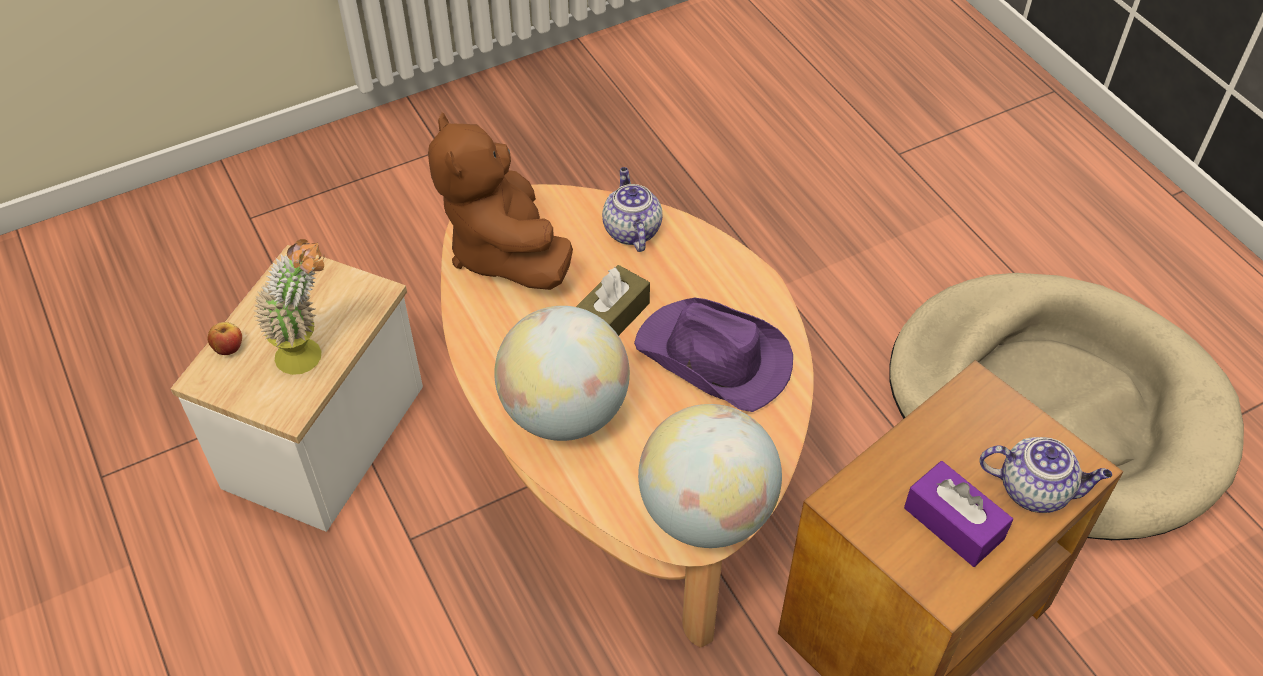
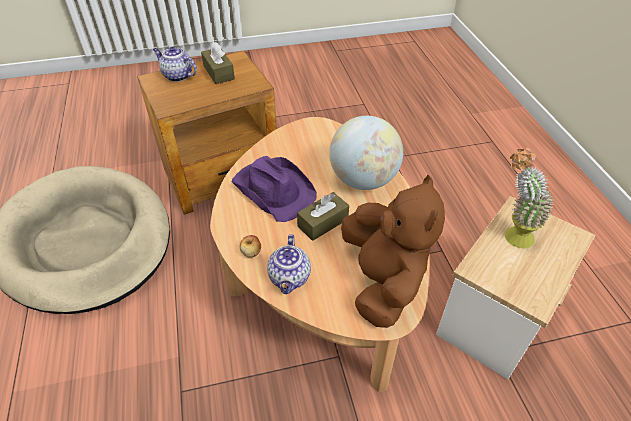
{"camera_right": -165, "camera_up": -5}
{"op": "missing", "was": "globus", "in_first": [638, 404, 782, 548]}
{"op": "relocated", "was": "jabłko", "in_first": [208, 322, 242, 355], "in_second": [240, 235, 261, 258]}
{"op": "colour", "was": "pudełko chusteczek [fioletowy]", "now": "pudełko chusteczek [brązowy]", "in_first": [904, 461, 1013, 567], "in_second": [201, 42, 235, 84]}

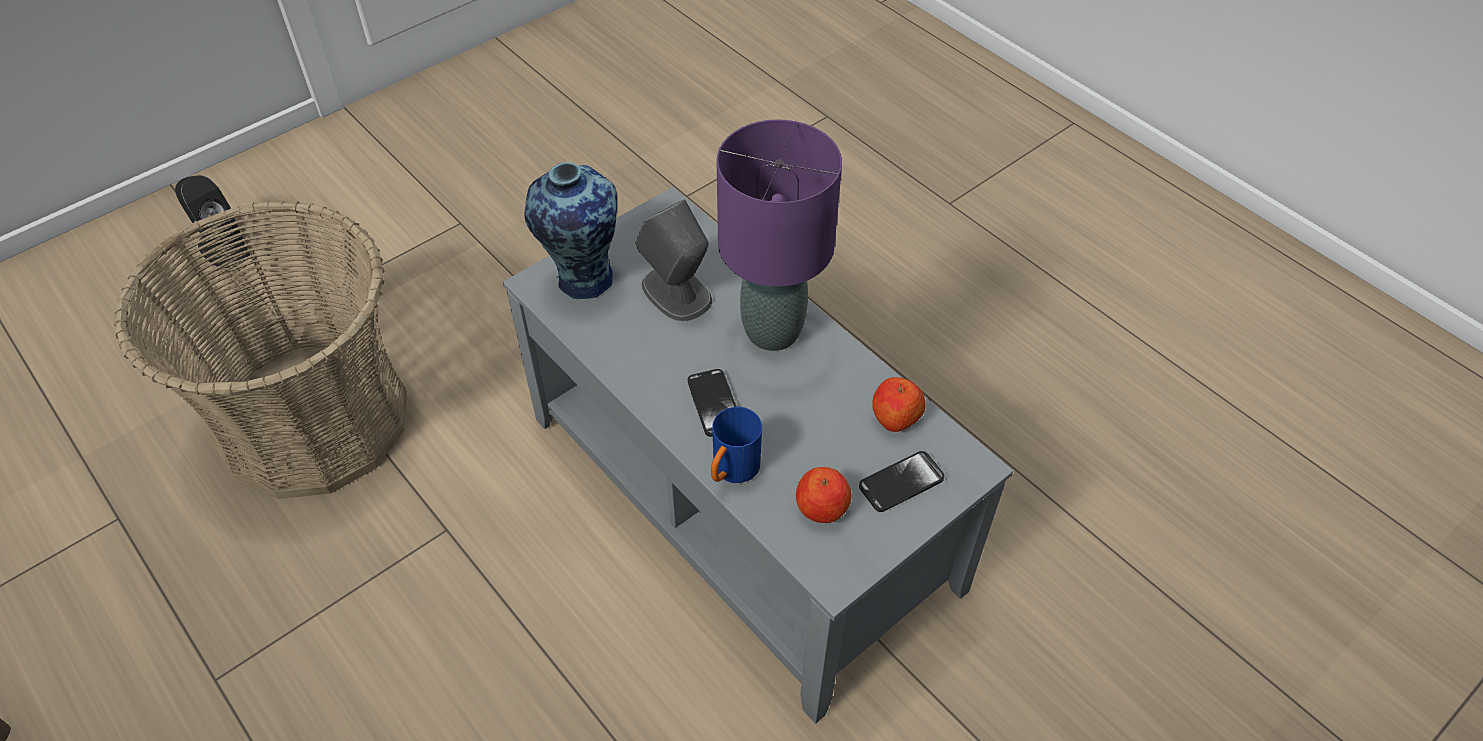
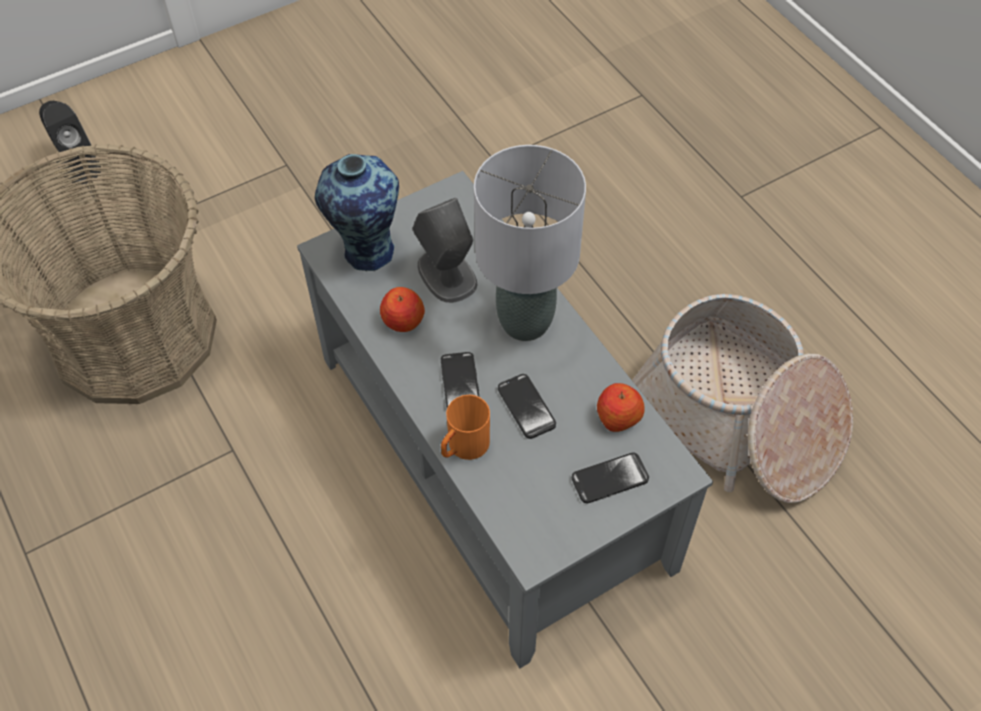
{"camera_right": 10, "camera_up": 5}
{"op": "appeared", "now": "telefon", "in_second": [498, 374, 556, 439]}
{"op": "appeared", "now": "koszyk", "in_second": [633, 294, 853, 503]}
{"op": "relocated", "was": "jabłko", "in_first": [796, 467, 852, 523], "in_second": [380, 287, 425, 332]}
{"op": "colour", "was": "kubek [niebieski]", "now": "kubek [pomarańczowy]", "in_first": [711, 407, 762, 483], "in_second": [441, 395, 490, 460]}
{"op": "colour", "was": "lampa stołowa [fioletowy]", "now": "lampa stołowa [szary]", "in_first": [717, 119, 842, 351], "in_second": [474, 145, 586, 341]}

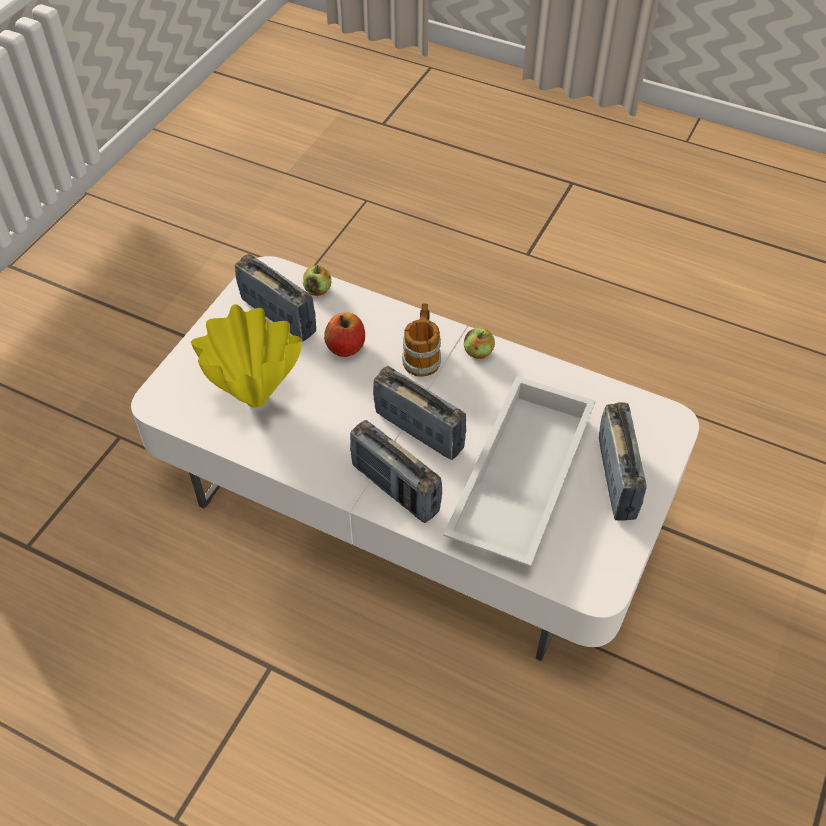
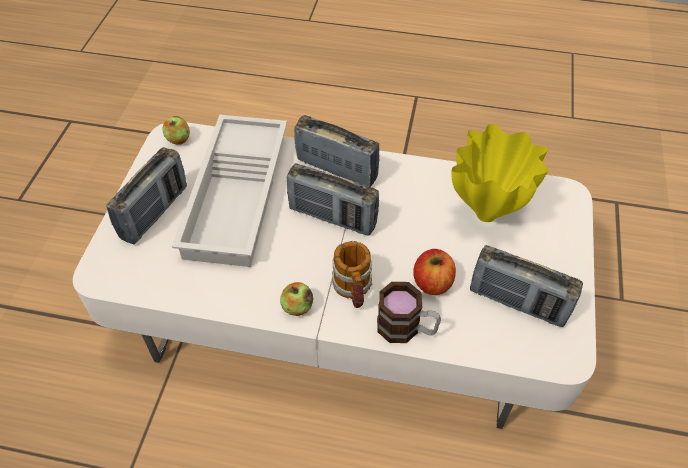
{"camera_right": 165, "camera_up": 0}
{"op": "appeared", "now": "kubek", "in_second": [377, 282, 441, 343]}
{"op": "relocated", "was": "jabłko", "in_first": [303, 265, 331, 296], "in_second": [163, 116, 190, 145]}
{"op": "spun", "was": "radio", "in_first": [599, 402, 647, 521], "in_second": [106, 147, 187, 245], "clockwise": -135}

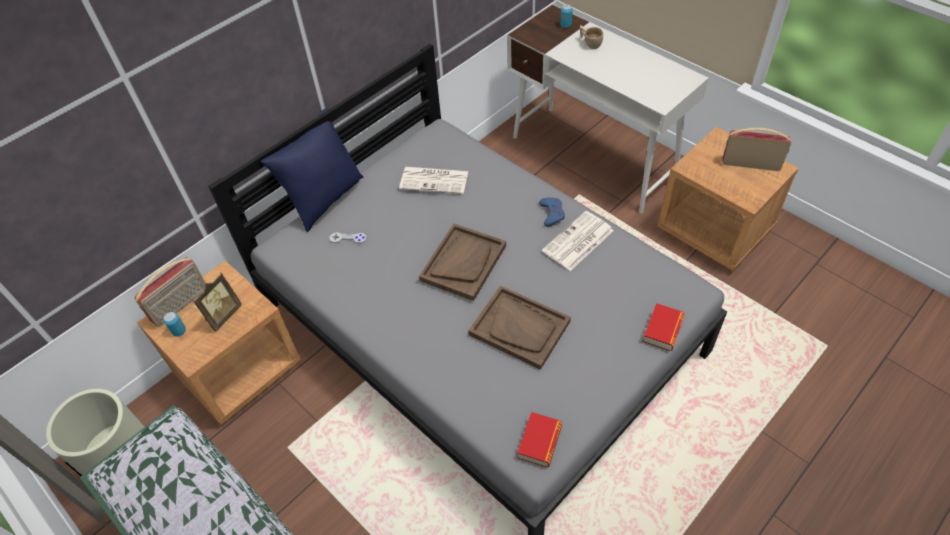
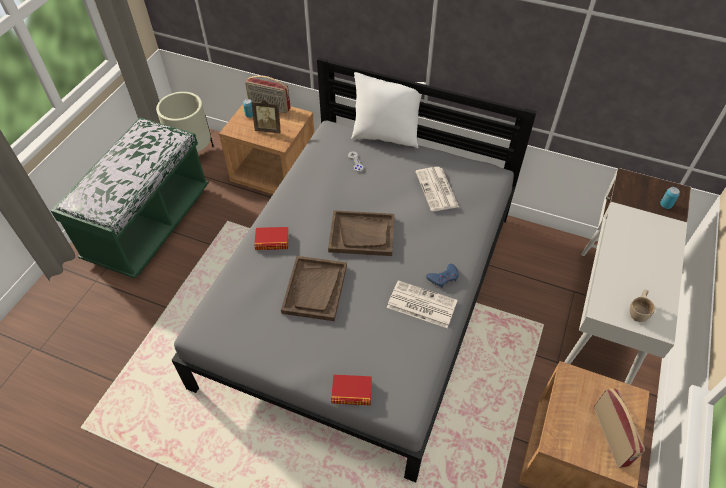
{"camera_right": 65, "camera_up": 0}
{"op": "relocated", "was": "książka", "in_first": [518, 412, 562, 467], "in_second": [254, 227, 289, 250]}
{"op": "relocated", "was": "filiżanka [beżowy]", "in_first": [580, 25, 603, 49], "in_second": [630, 290, 655, 322]}
{"op": "colour", "was": "poduszka [niebieski]", "now": "poduszka [biały]", "in_first": [261, 108, 364, 232], "in_second": [351, 72, 426, 149]}

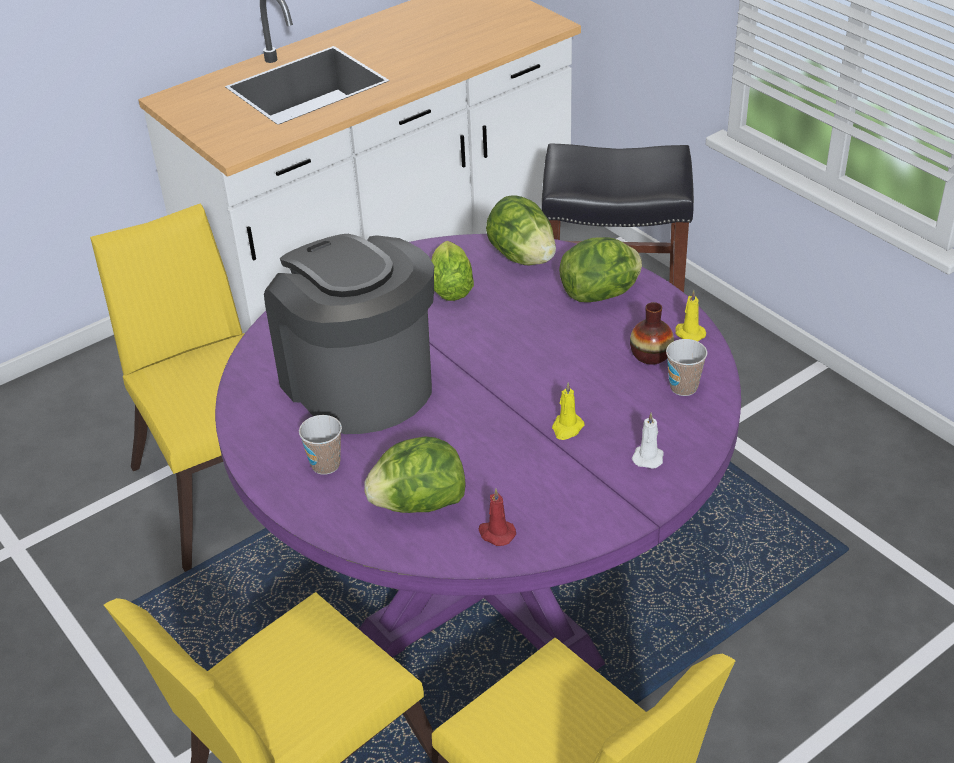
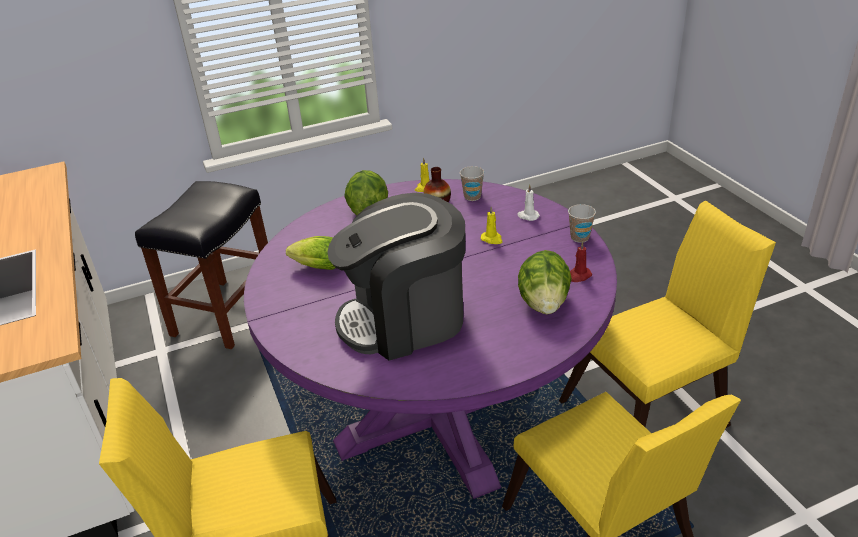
{"camera_right": -75, "camera_up": -5}
{"op": "missing", "was": "sałata", "in_first": [486, 195, 556, 266]}
{"op": "relocated", "was": "filiżanka", "in_first": [299, 415, 342, 475], "in_second": [568, 204, 596, 243]}

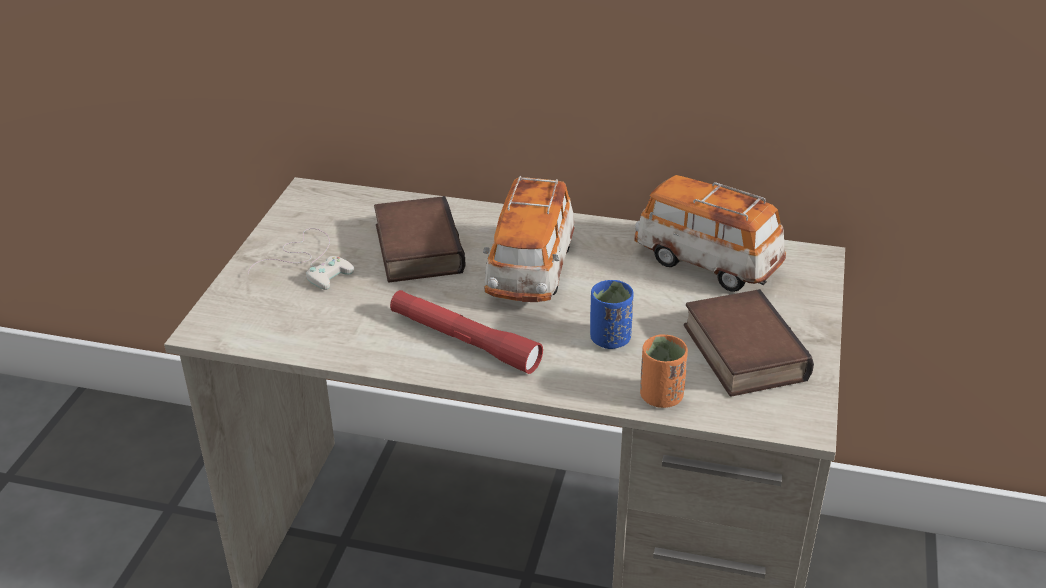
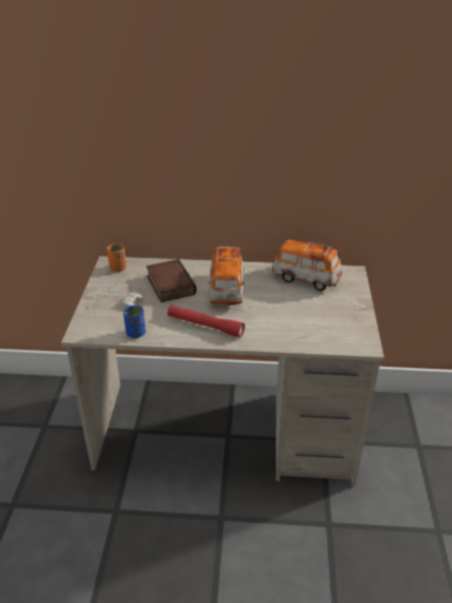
{"camera_right": -10, "camera_up": 0}
{"op": "missing", "was": "książka", "in_first": [684, 289, 814, 397]}
{"op": "relocated", "was": "filiżanka [niebieski]", "in_first": [590, 280, 634, 349], "in_second": [123, 305, 146, 338]}
{"op": "relocated", "was": "filiżanka [pomarańczowy]", "in_first": [640, 335, 688, 408], "in_second": [107, 243, 127, 272]}

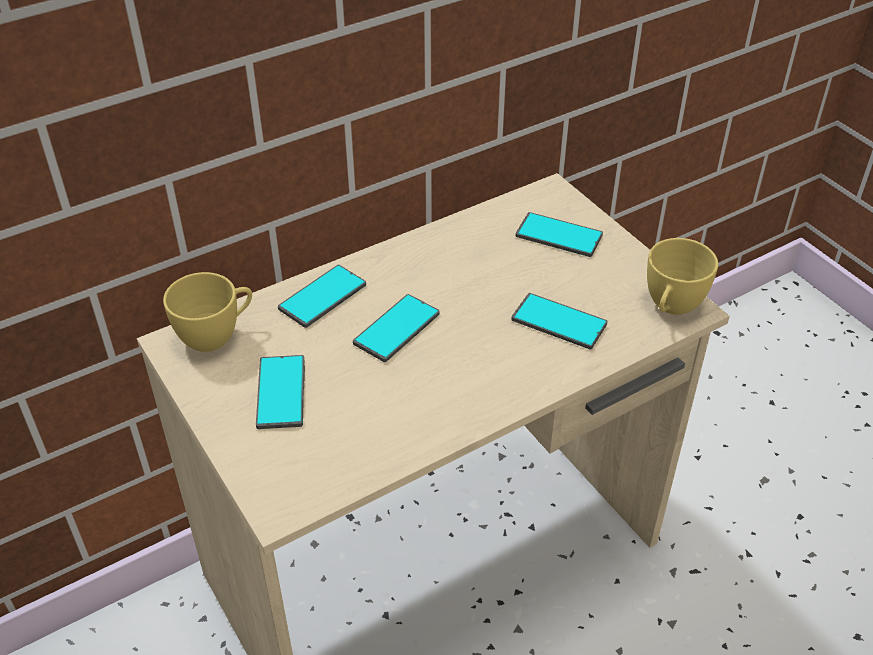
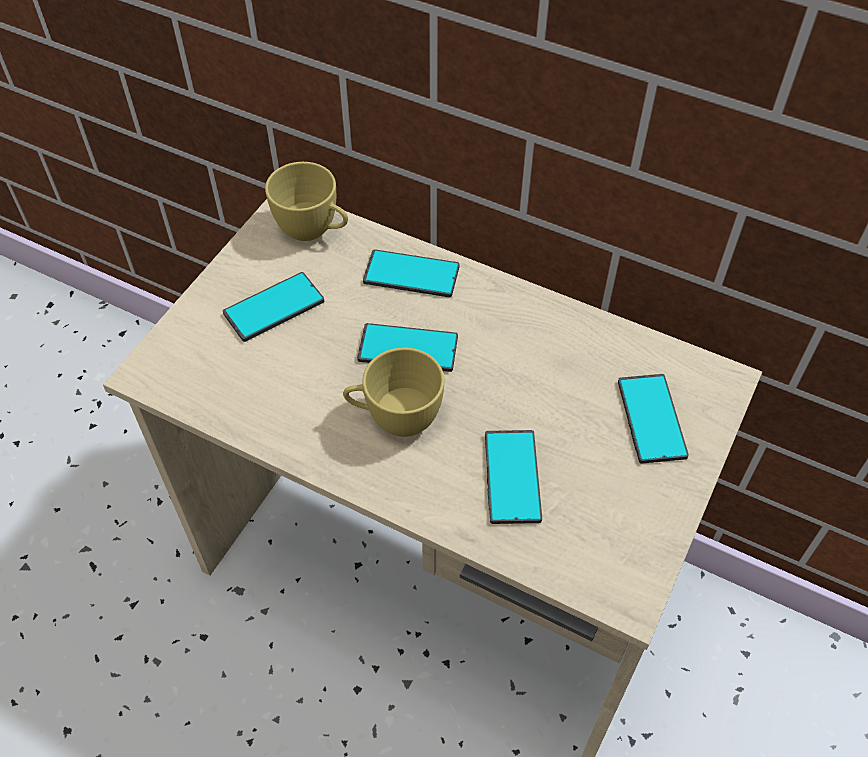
{"camera_right": 60, "camera_up": 10}
{"op": "relocated", "was": "filiżanka [żółty]", "in_first": [647, 238, 718, 315], "in_second": [343, 347, 445, 437]}

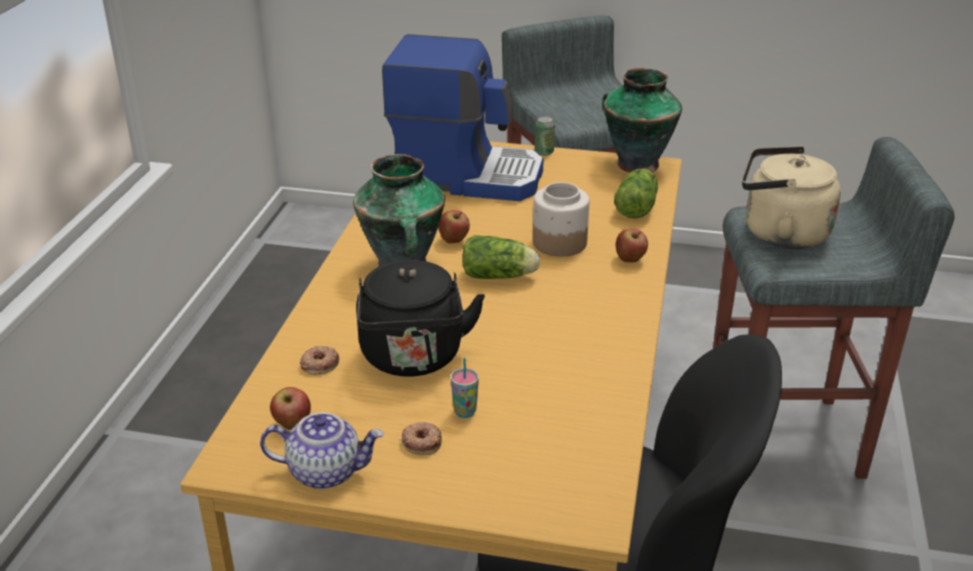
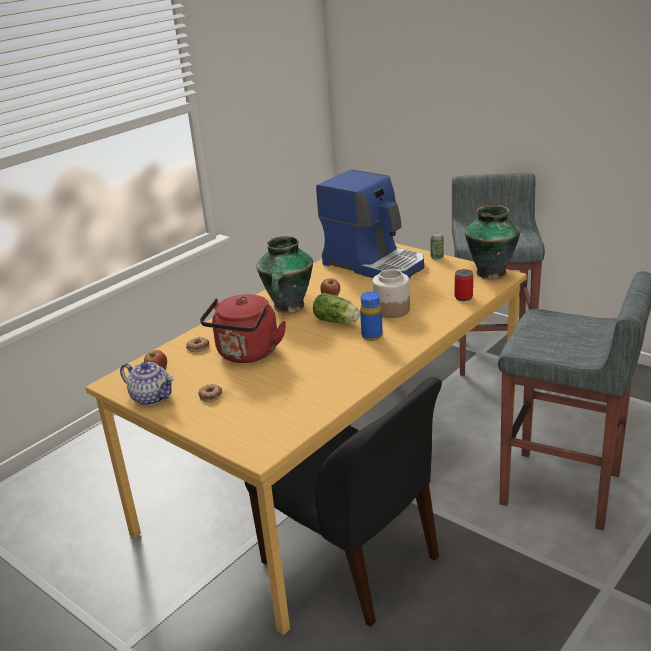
{"camera_right": 30, "camera_up": -5}
{"op": "missing", "was": "filiżanka", "in_first": [451, 358, 479, 418]}
{"op": "missing", "was": "jabłko", "in_first": [615, 229, 648, 263]}
{"op": "missing", "was": "czajnik [beżowy]", "in_first": [742, 146, 841, 249]}
{"op": "appeared", "now": "butelka [niebieski]", "in_second": [360, 292, 383, 341]}
{"op": "exchanged", "was": "sałata", "now": "puszka", "in_first": [614, 169, 658, 219], "in_second": [455, 269, 473, 301]}
{"op": "colour", "was": "czajnik [czarny]", "now": "czajnik [czerwony]", "in_first": [356, 260, 485, 377], "in_second": [200, 294, 286, 363]}

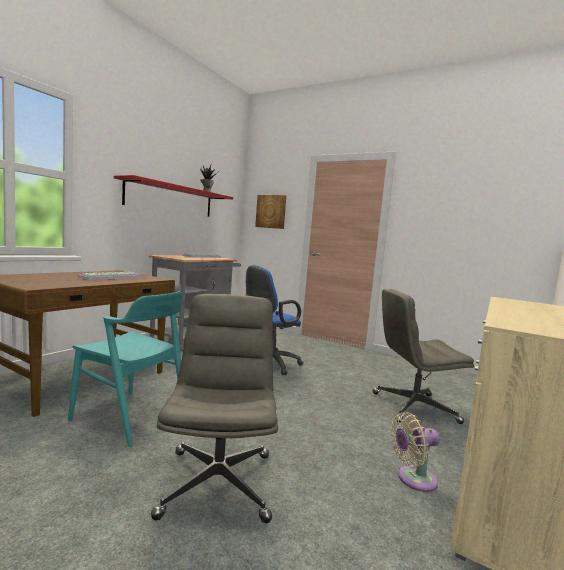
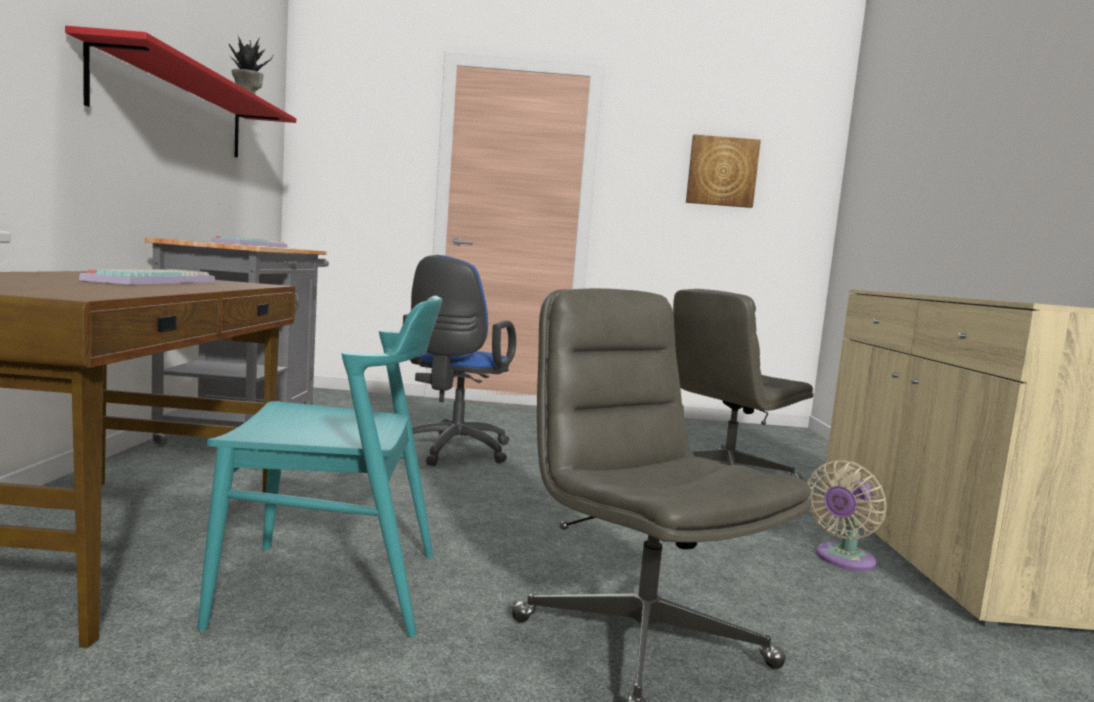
{"camera_right": -30, "camera_up": 0}
{"op": "relocated", "was": "obraz", "in_first": [255, 195, 286, 229], "in_second": [686, 134, 761, 208]}

